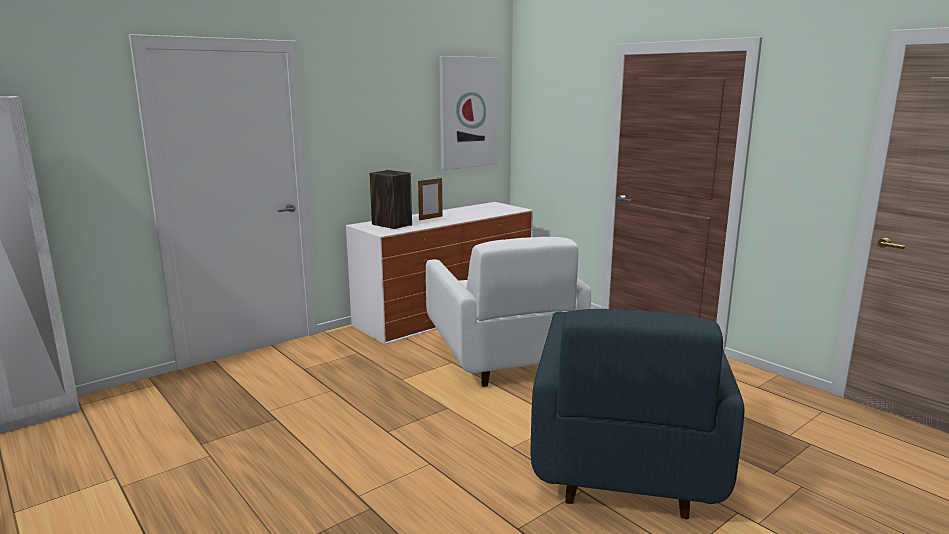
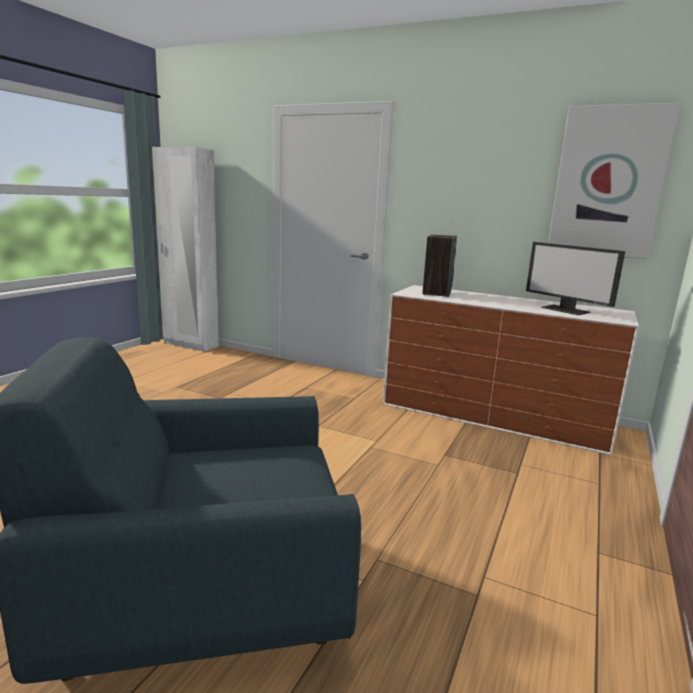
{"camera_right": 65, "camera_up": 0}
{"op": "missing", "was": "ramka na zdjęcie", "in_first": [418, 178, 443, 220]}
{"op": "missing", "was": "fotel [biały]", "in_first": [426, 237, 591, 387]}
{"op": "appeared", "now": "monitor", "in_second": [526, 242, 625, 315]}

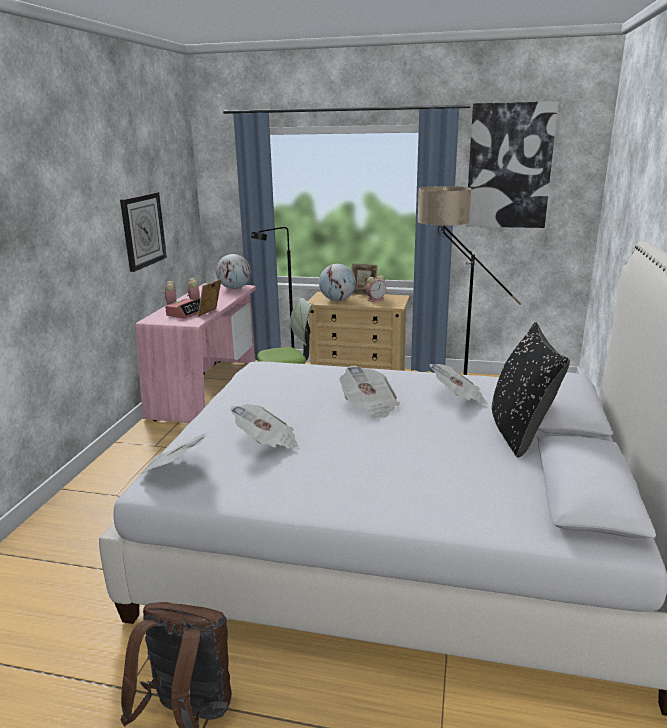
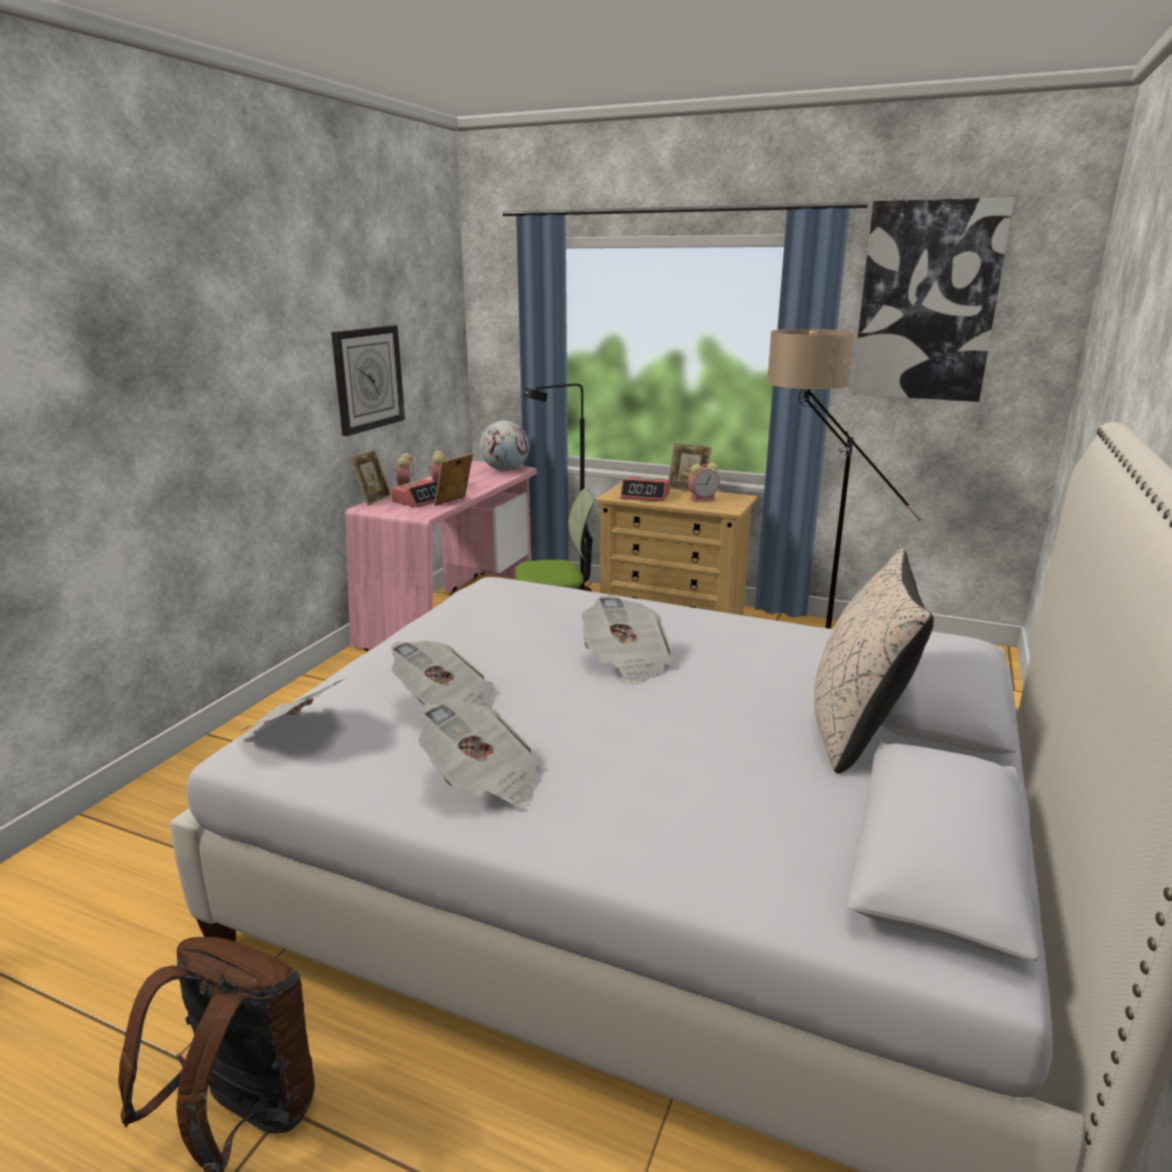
{"camera_right": 10, "camera_up": 0}
{"op": "appeared", "now": "ramka na zdjęcie", "in_second": [350, 450, 391, 506]}
{"op": "relocated", "was": "gazeta", "in_first": [430, 364, 488, 404], "in_second": [418, 702, 541, 808]}
{"op": "exchanged", "was": "globus", "now": "budzik", "in_first": [319, 264, 356, 301], "in_second": [620, 477, 670, 501]}
{"op": "colour", "was": "poduszka [czarny]", "now": "poduszka [beżowy]", "in_first": [492, 322, 570, 458], "in_second": [814, 548, 934, 773]}

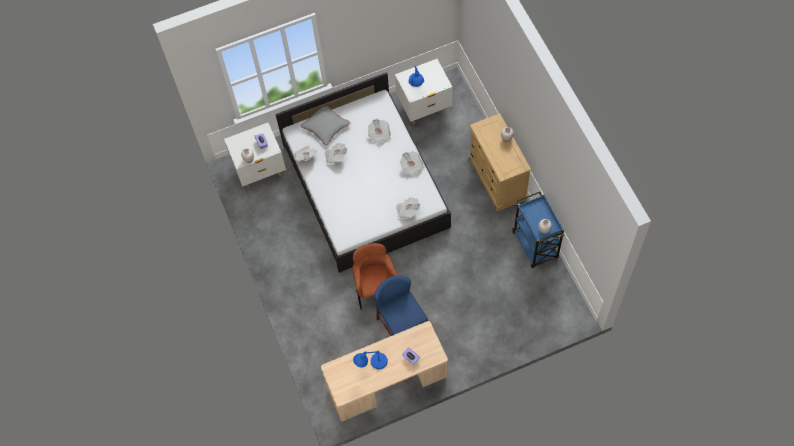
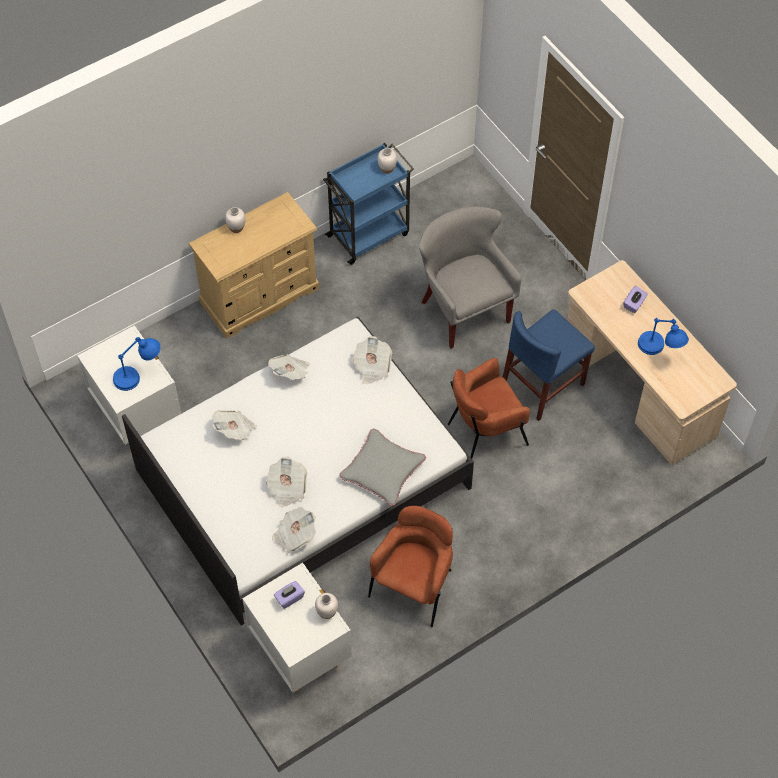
{"camera_right": -105, "camera_up": -5}
{"op": "appeared", "now": "fotel [brązowy]", "in_second": [368, 506, 453, 627]}
{"op": "appeared", "now": "fotel [szary]", "in_second": [419, 207, 522, 349]}
{"op": "relocated", "was": "poduszka [szary]", "in_first": [300, 106, 350, 146], "in_second": [339, 429, 426, 506]}

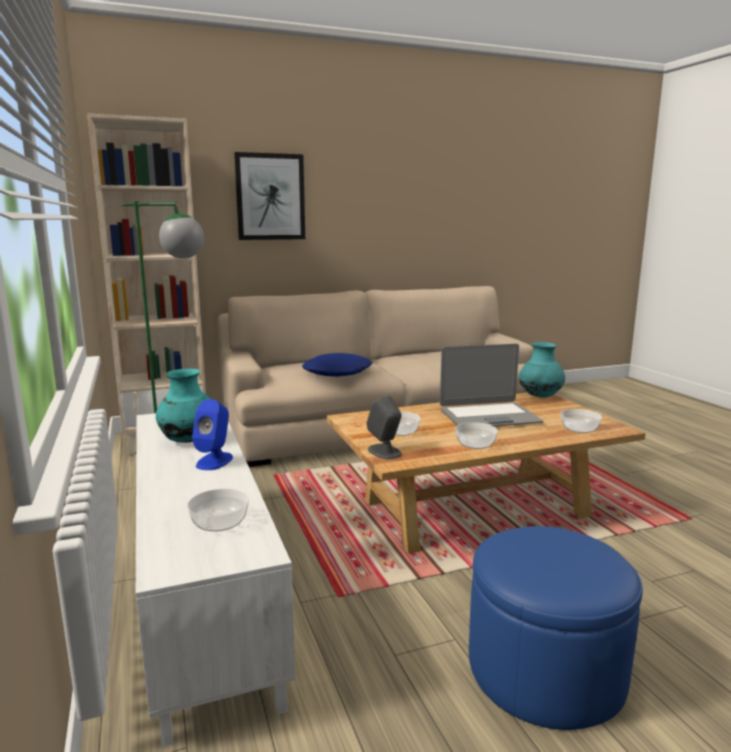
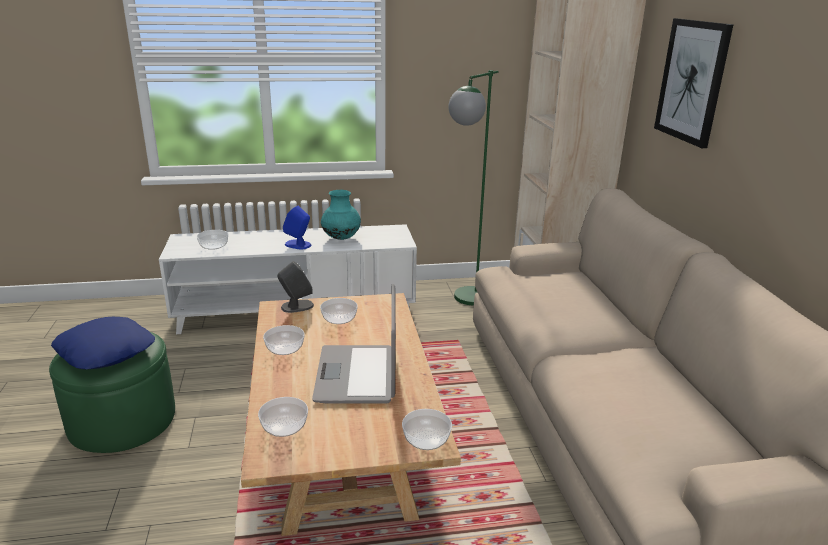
{"camera_right": 100, "camera_up": 10}
{"op": "relocated", "was": "poduszka [niebieski]", "in_first": [302, 353, 372, 377], "in_second": [51, 317, 155, 369]}
{"op": "exchanged", "was": "wazon [turkusowy]", "now": "miska", "in_first": [519, 342, 565, 398], "in_second": [402, 409, 452, 450]}
{"op": "colour", "was": "pufa [niebieski]", "now": "pufa [zielony]", "in_first": [469, 526, 642, 730], "in_second": [49, 332, 175, 453]}

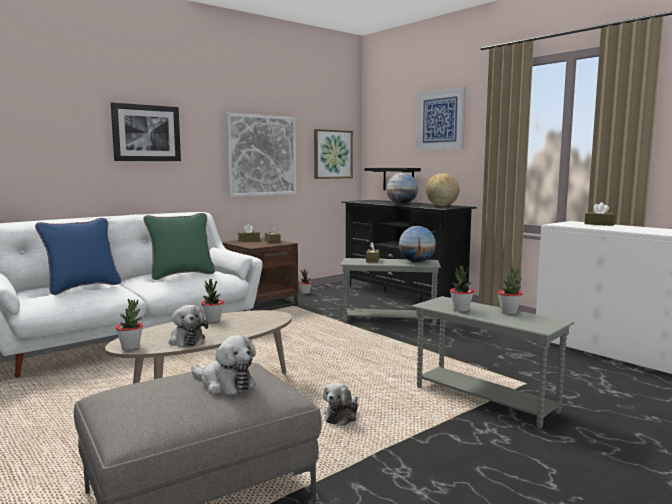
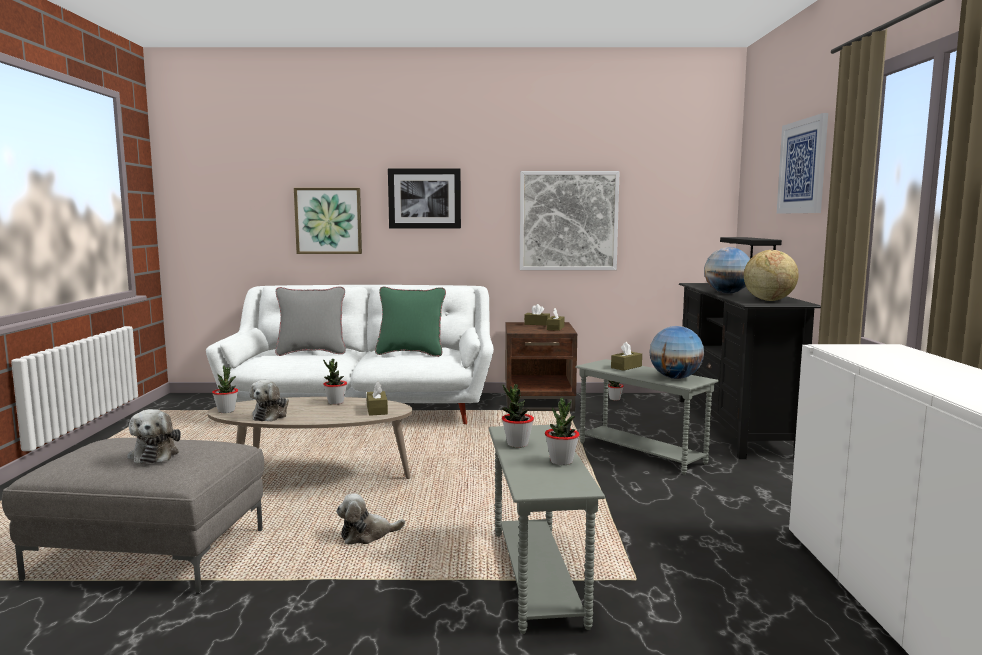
{"camera_right": 40, "camera_up": 0}
{"op": "relocated", "was": "obraz", "in_first": [314, 129, 353, 179], "in_second": [294, 188, 362, 254]}
{"op": "relocated", "was": "pudełko chusteczek [brązowy]", "in_first": [584, 202, 616, 226], "in_second": [367, 382, 388, 416]}
{"op": "colour", "was": "poduszka [niebieski]", "now": "poduszka [szary]", "in_first": [35, 218, 121, 295], "in_second": [275, 287, 346, 356]}

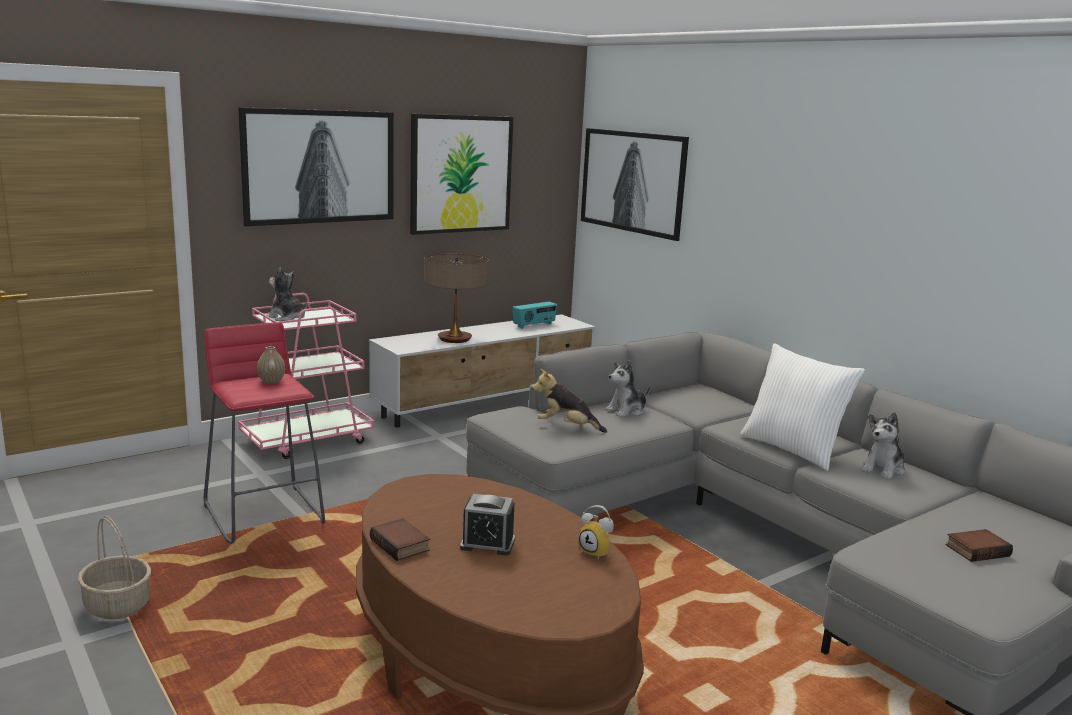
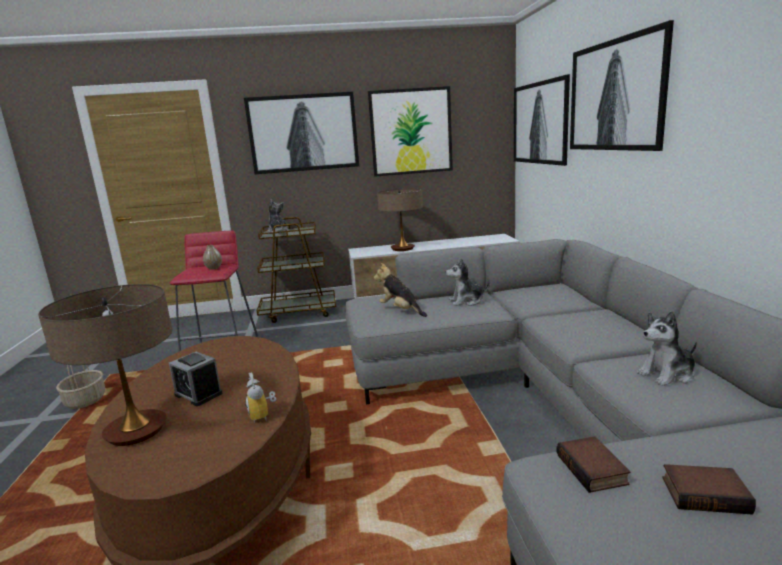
{"camera_right": 30, "camera_up": 0}
{"op": "missing", "was": "radio", "in_first": [513, 302, 557, 329]}
{"op": "missing", "was": "poduszka [biały]", "in_first": [740, 343, 865, 471]}
{"op": "appeared", "now": "lampa stołowa", "in_second": [38, 284, 172, 446]}
{"op": "appeared", "now": "obraz", "in_second": [570, 20, 674, 151]}
{"op": "relocated", "was": "książka", "in_first": [370, 518, 430, 561], "in_second": [556, 436, 631, 493]}
{"op": "colour", "was": "wózek [różowy]", "now": "wózek [brązowy]", "in_first": [238, 293, 374, 459], "in_second": [256, 217, 336, 323]}

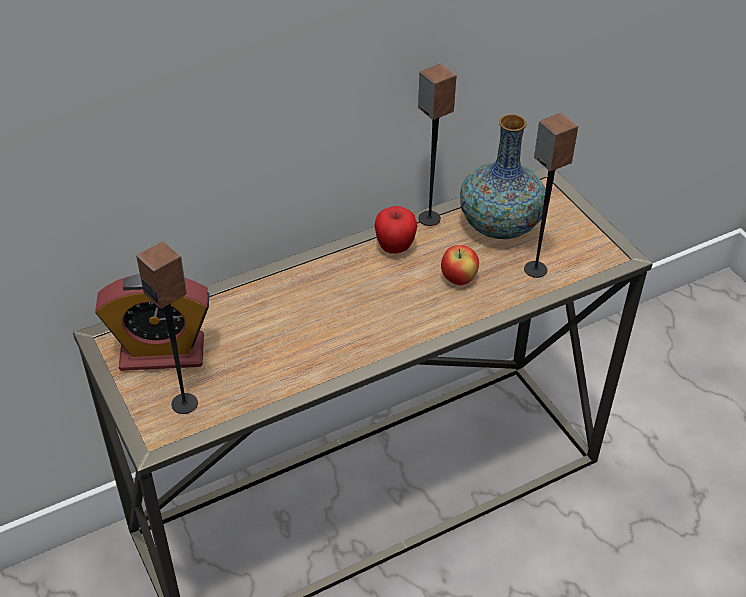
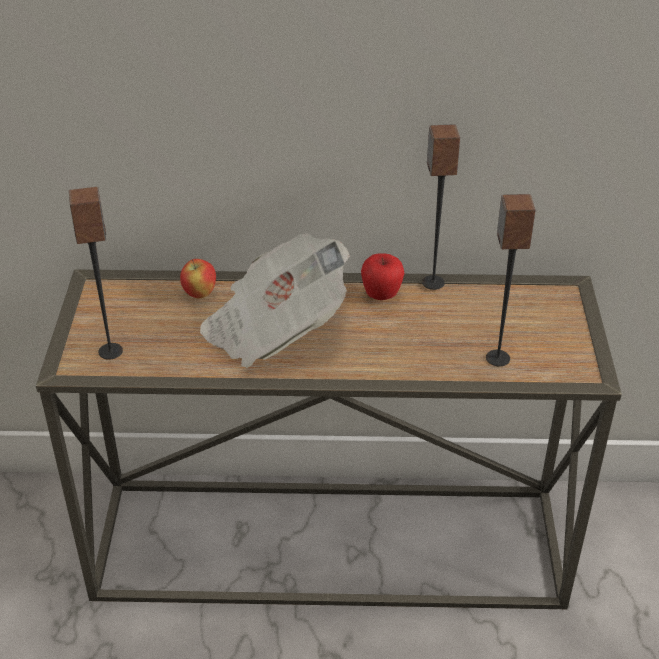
{"camera_right": 30, "camera_up": -5}
{"op": "missing", "was": "budzik", "in_first": [95, 274, 209, 371]}
{"op": "missing", "was": "wazon", "in_first": [460, 114, 546, 239]}
{"op": "appeared", "now": "gazeta", "in_second": [200, 233, 350, 368]}
{"op": "relocated", "was": "jabłko", "in_first": [441, 245, 479, 285], "in_second": [180, 259, 216, 298]}

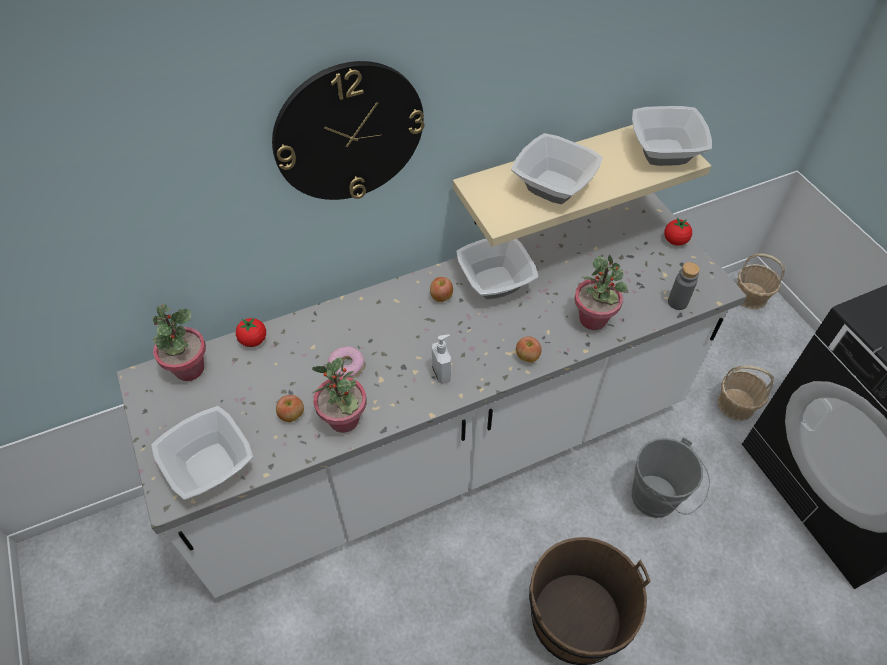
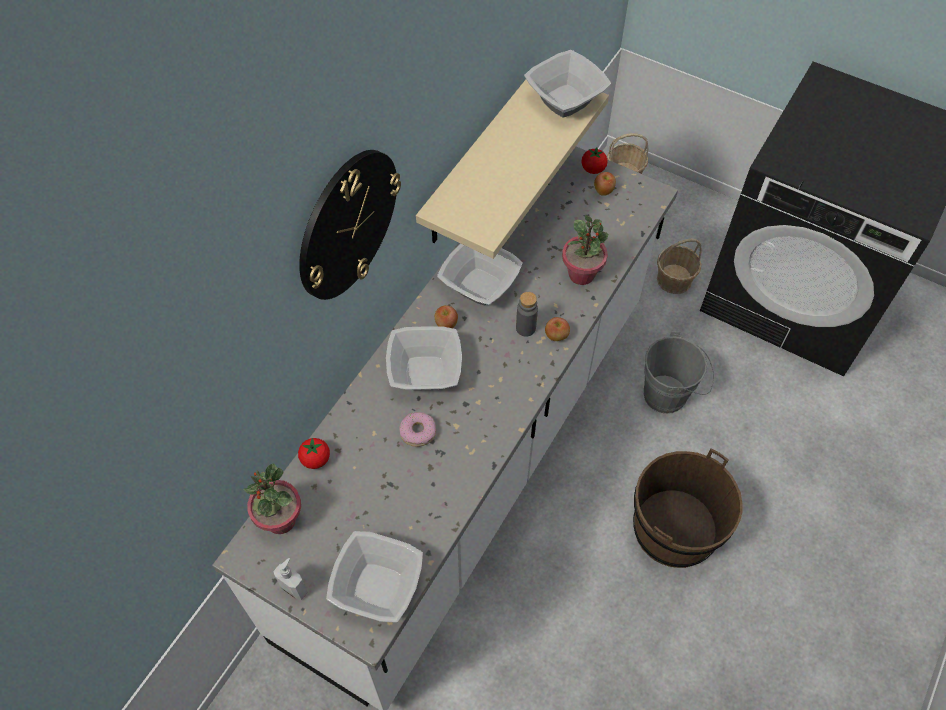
{"camera_right": -35, "camera_up": 5}
{"op": "missing", "was": "roślina doniczkowa", "in_first": [312, 357, 366, 433]}
{"op": "relocated", "was": "jabłko", "in_first": [276, 395, 304, 422], "in_second": [594, 172, 616, 196]}
{"op": "relocated", "was": "dozownik mydła", "in_first": [432, 334, 451, 384], "in_second": [273, 558, 308, 600]}
{"op": "relocated", "was": "miska", "in_first": [511, 133, 603, 204], "in_second": [386, 326, 462, 390]}
{"op": "relocated", "was": "butelka [szary]", "in_first": [668, 262, 700, 310], "in_second": [516, 292, 538, 337]}

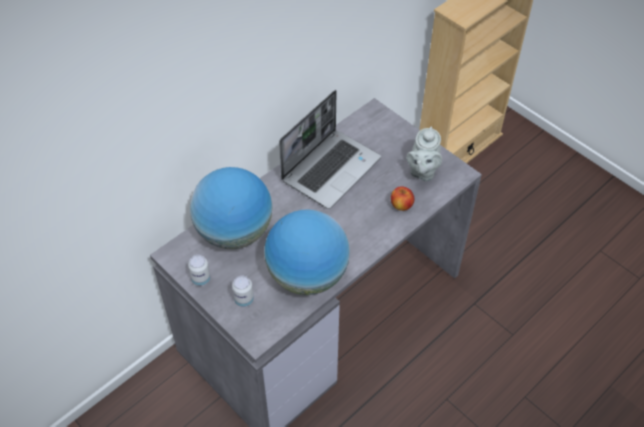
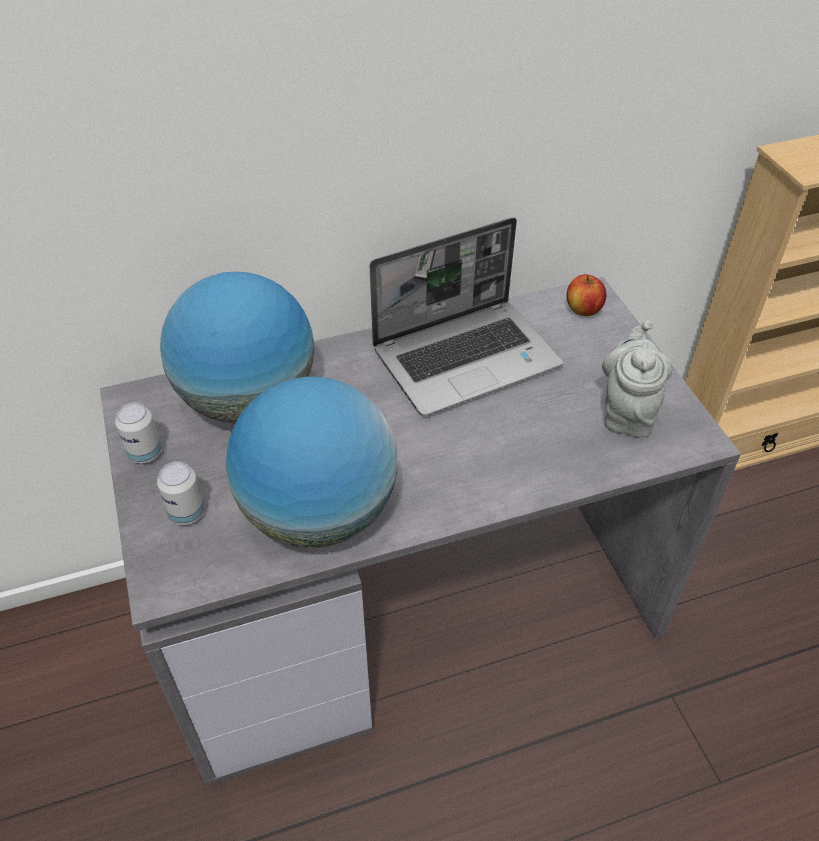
{"camera_right": 25, "camera_up": -5}
{"op": "relocated", "was": "jabłko", "in_first": [391, 186, 414, 211], "in_second": [567, 274, 606, 316]}
{"op": "spun", "was": "imbryk [szary]", "in_first": [406, 127, 442, 181], "in_second": [602, 321, 672, 438], "clockwise": 150}

